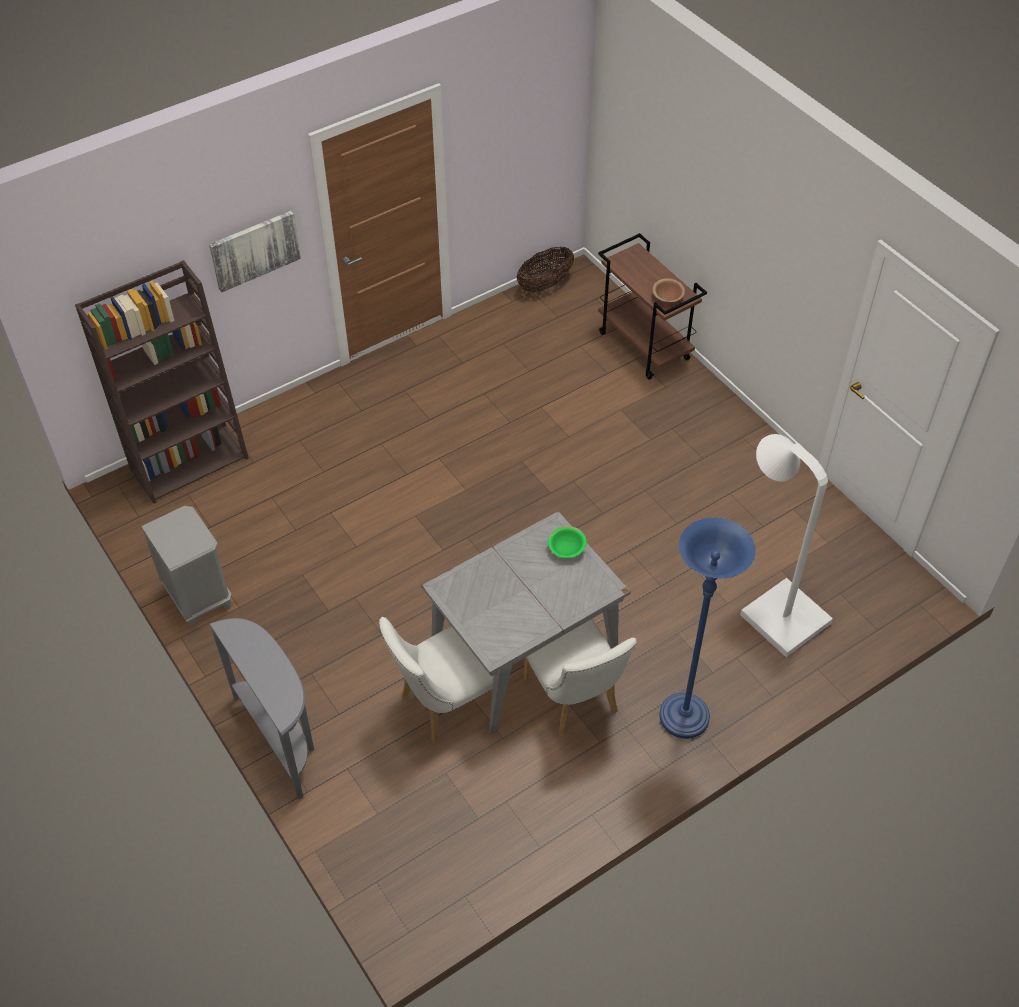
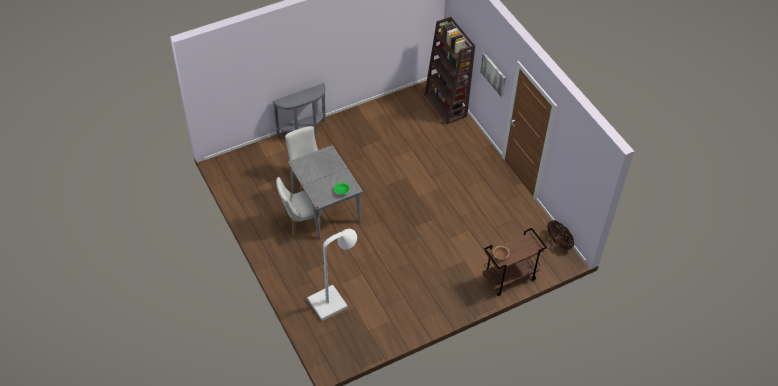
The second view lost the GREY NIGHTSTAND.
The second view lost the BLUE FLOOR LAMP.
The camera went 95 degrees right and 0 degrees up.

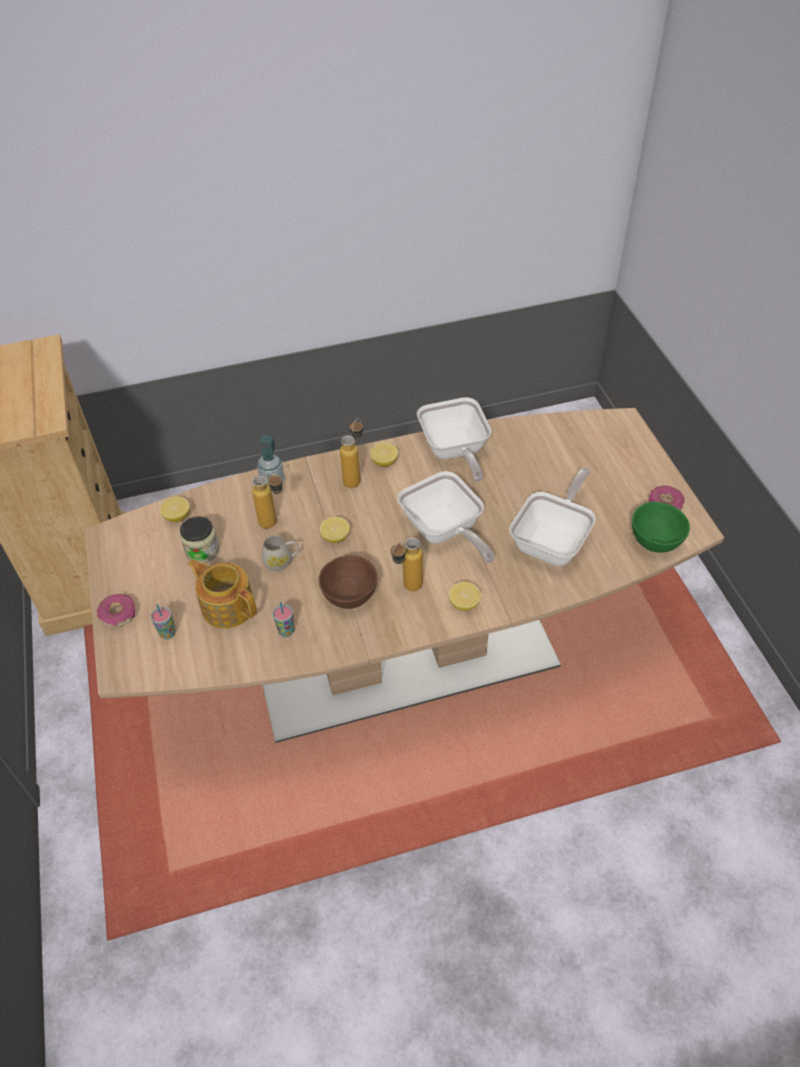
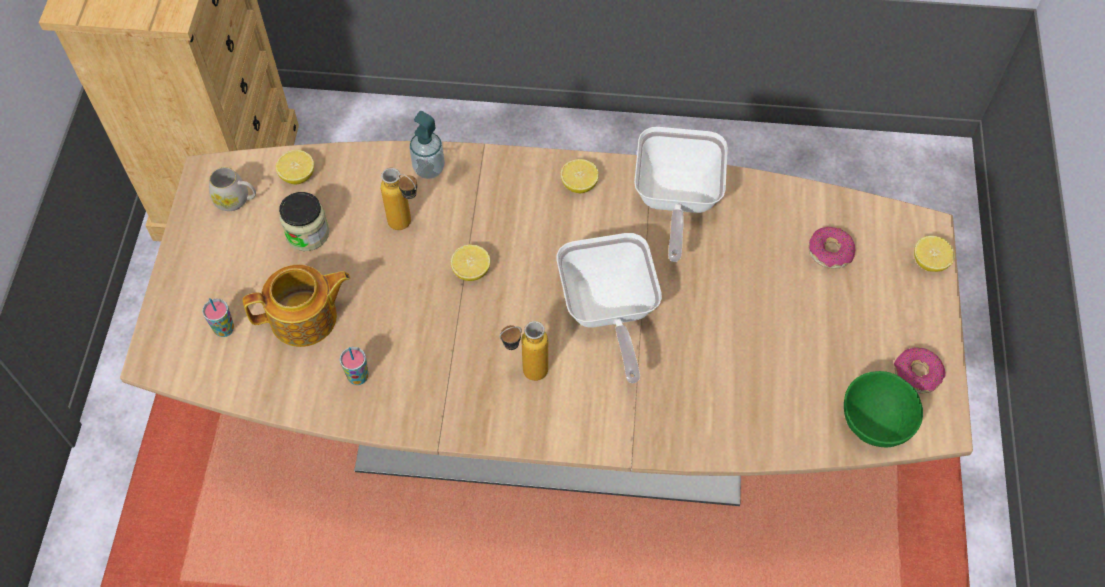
The second view lost the BOTTLE (no. 2 from left).
The second view lost the FRYING PAN (no. 3 from left).
The WHITE MUG ended up elsewhere.
The second view lost the BROWN BOWL.
The TEAPOT ended up facing another way, 105 degrees clockwise from before.
The LEMON (no. 4 from left) ended up elsewhere.
The DONUT (no. 1 from left) ended up elsewhere.
The camera went 20 degrees right and 10 degrees up.

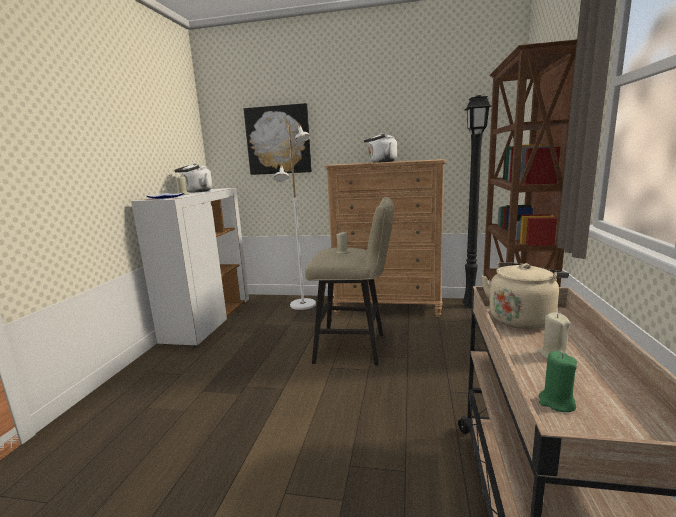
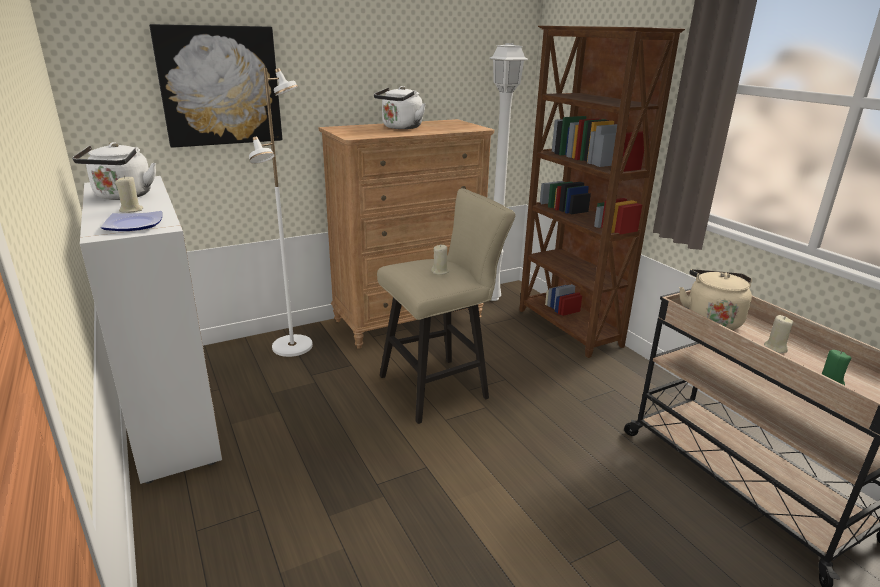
What was the BLACK FLOOR LAMP turned into the WHITE FLOOR LAMP (no. 2 from left).
The camera went 40 degrees left and 10 degrees up.

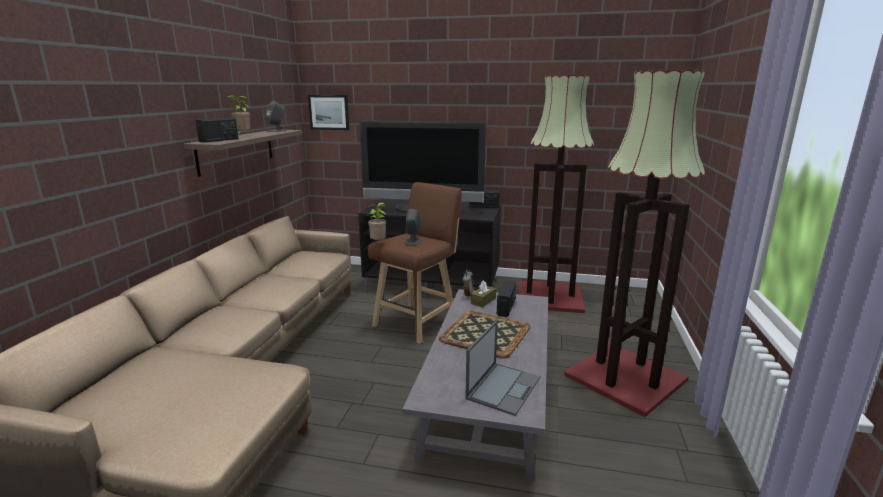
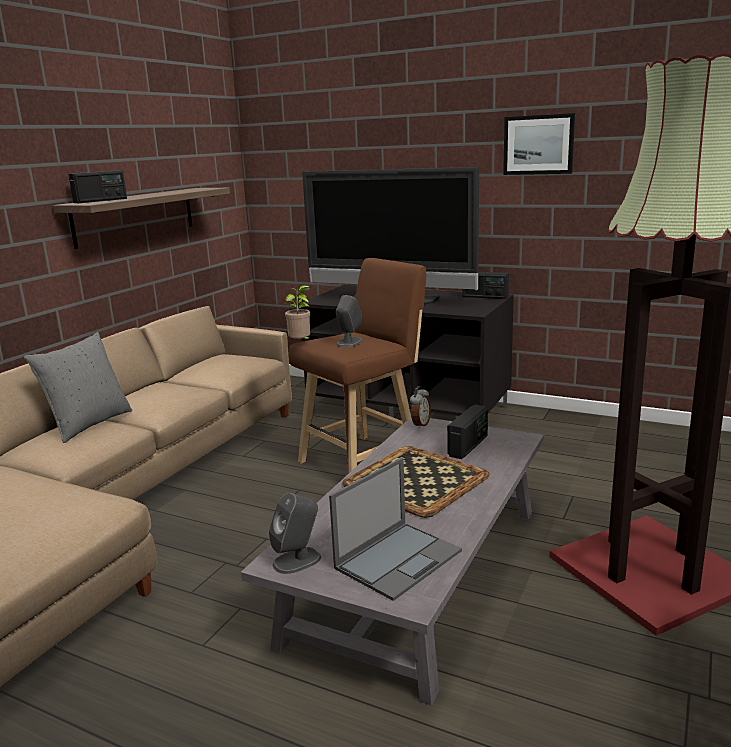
The second view lost the FLOOR LAMP (no. 1 from left).
The second view lost the POTTED PLANT (no. 1 from left).
The PICTURE ended up elsewhere.
The GREY SPEAKER (no. 1 from left) ended up elsewhere.
The second view lost the BROWN TISSUE BOX.
The second view gained the GREY PILLOW.
The camera went 15 degrees right and 0 degrees up.

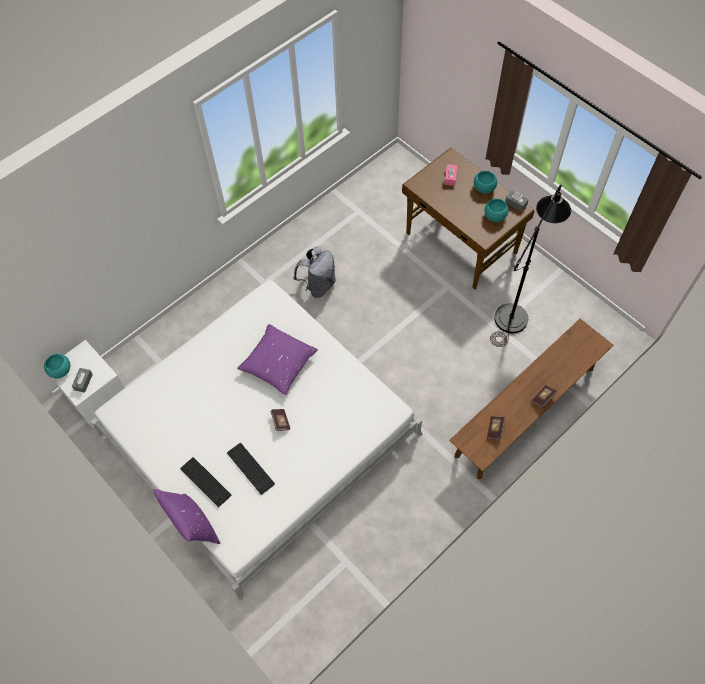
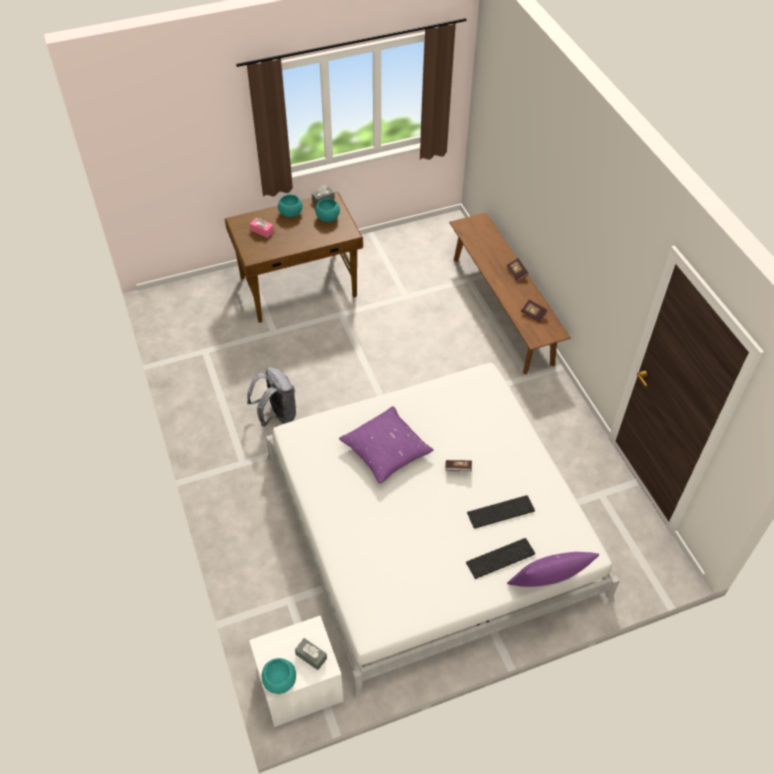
The second view lost the BLACK FLOOR LAMP.
The camera went 70 degrees left and 10 degrees down.

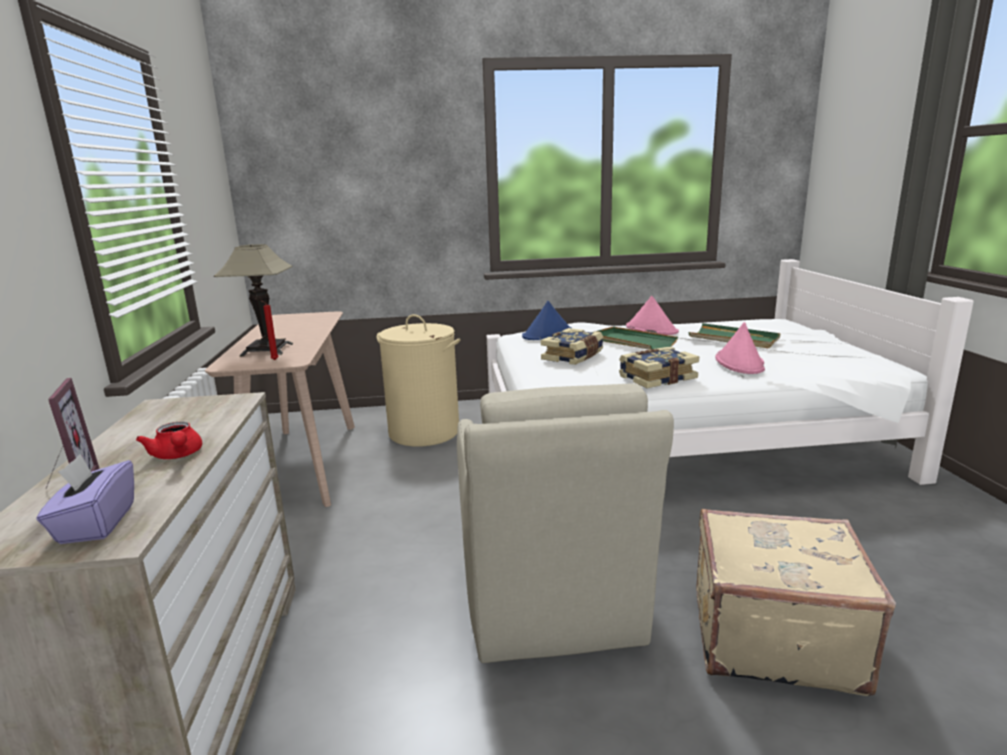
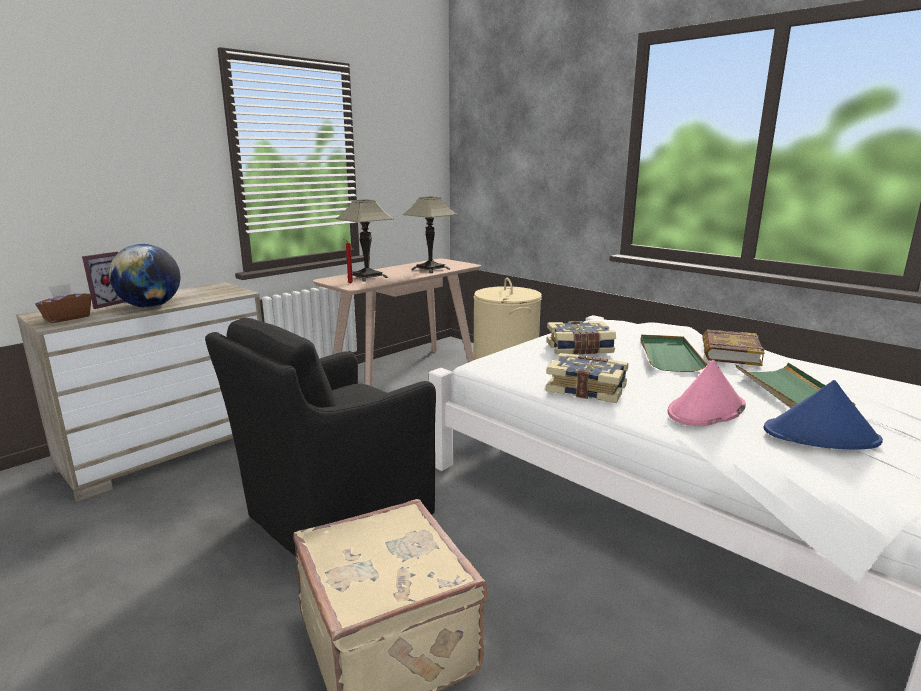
Where the PINK HAT (no. 1 from left) stood, the BOOK (no. 3 from left) came to stand.
The BLUE HAT ended up elsewhere.
What was the BEIGE ARMCHAIR turned into the BLACK ARMCHAIR.
Where the RED TEAPOT stood, the GLOBE came to stand.
What was the PURPLE TISSUE BOX turned into the BROWN TISSUE BOX.
The second view gained the TABLE LAMP (no. 2 from left).
The camera went 50 degrees right and 0 degrees up.

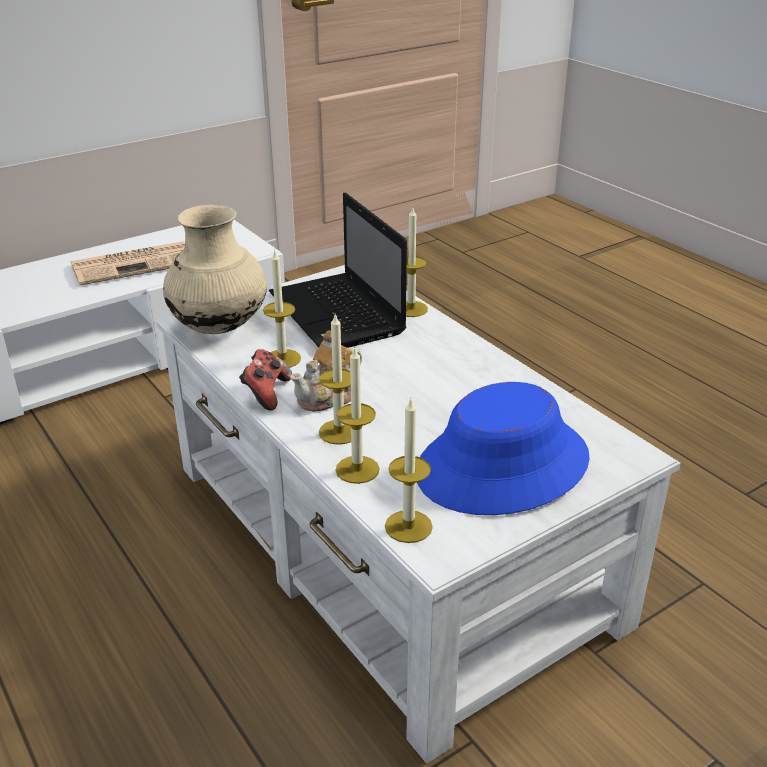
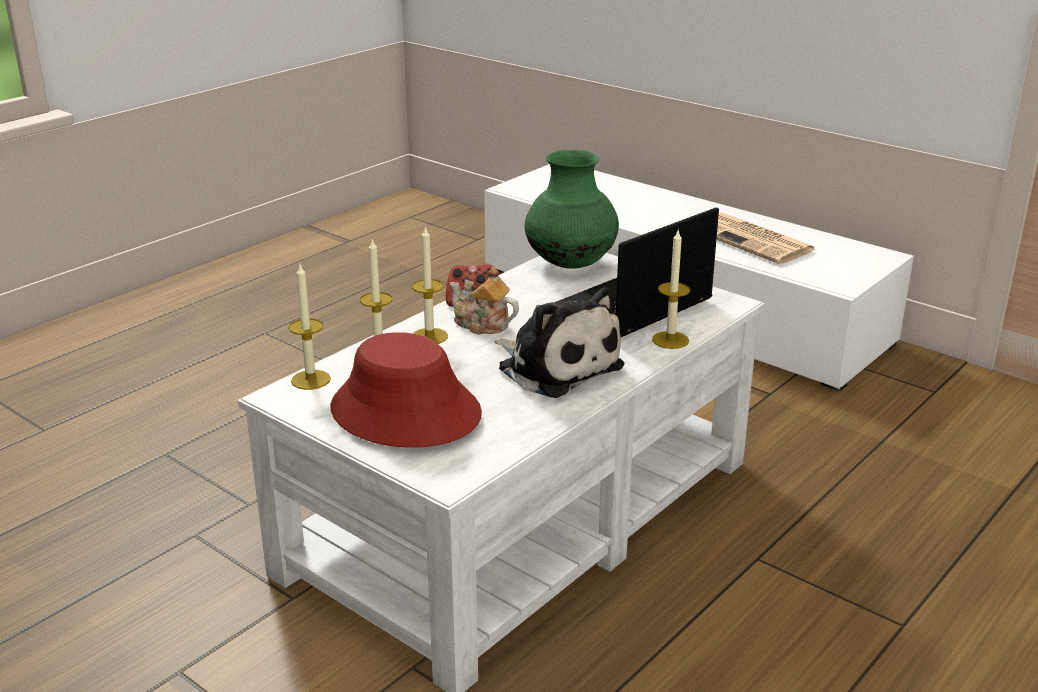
What was the BEIGE VASE turned into the GREEN VASE.
The second view lost the CANDLE (no. 1 from left).
What was the BLUE HAT turned into the RED HAT.
The second view gained the PLUSH TOY.
The camera went 75 degrees right and 5 degrees down.

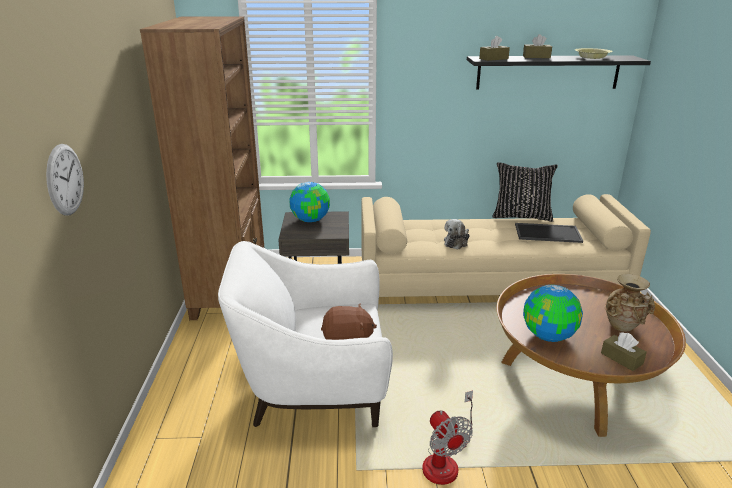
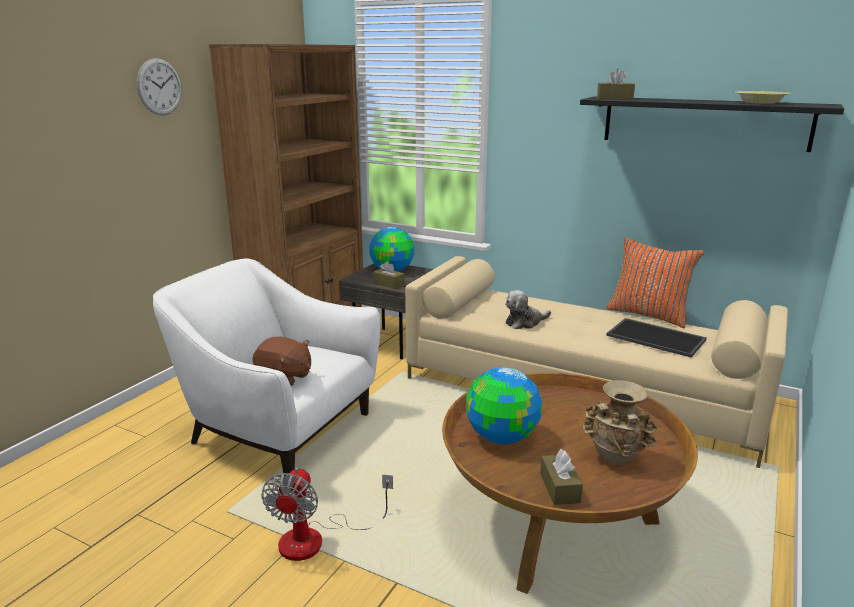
The BROWN TISSUE BOX (no. 2 from left in the first image) ended up elsewhere.
The WALL CLOCK ended up elsewhere.
What was the BLACK PILLOW turned into the ORANGE PILLOW.
The camera went 30 degrees right and 5 degrees down.

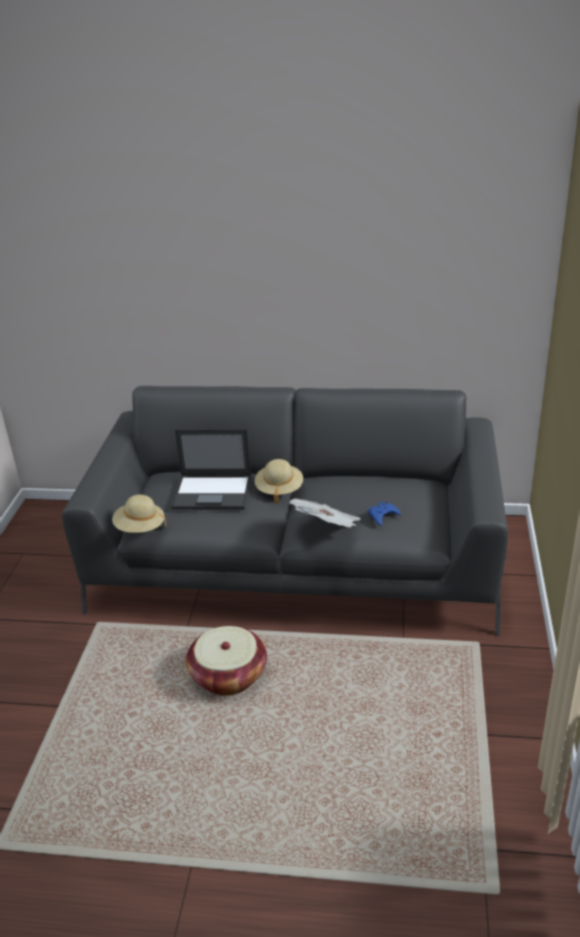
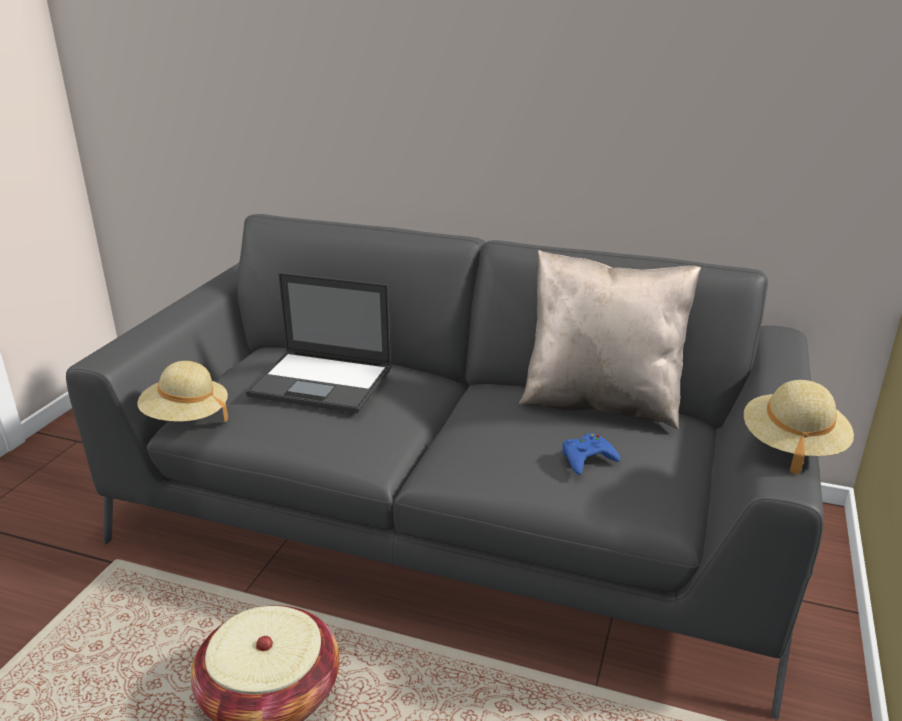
The BEIGE HAT (no. 2 from left) ended up elsewhere.
The second view lost the NEWSPAPER.
The second view gained the BEIGE PILLOW.
The camera went 10 degrees right and 5 degrees down.

